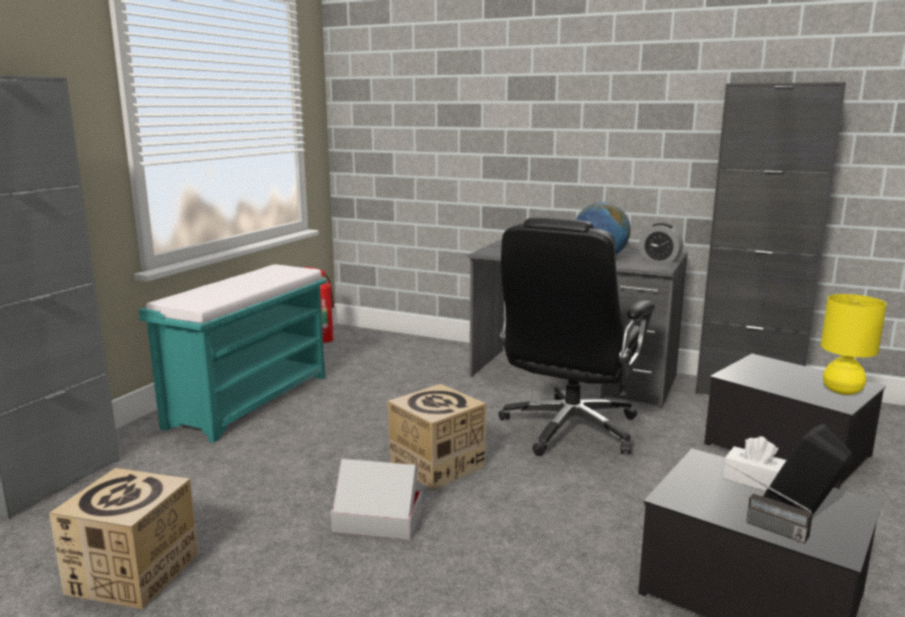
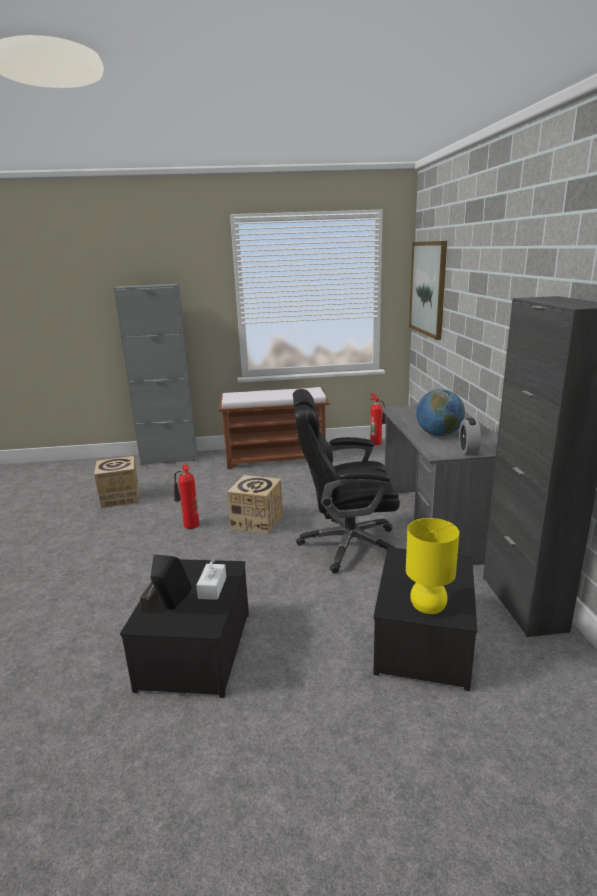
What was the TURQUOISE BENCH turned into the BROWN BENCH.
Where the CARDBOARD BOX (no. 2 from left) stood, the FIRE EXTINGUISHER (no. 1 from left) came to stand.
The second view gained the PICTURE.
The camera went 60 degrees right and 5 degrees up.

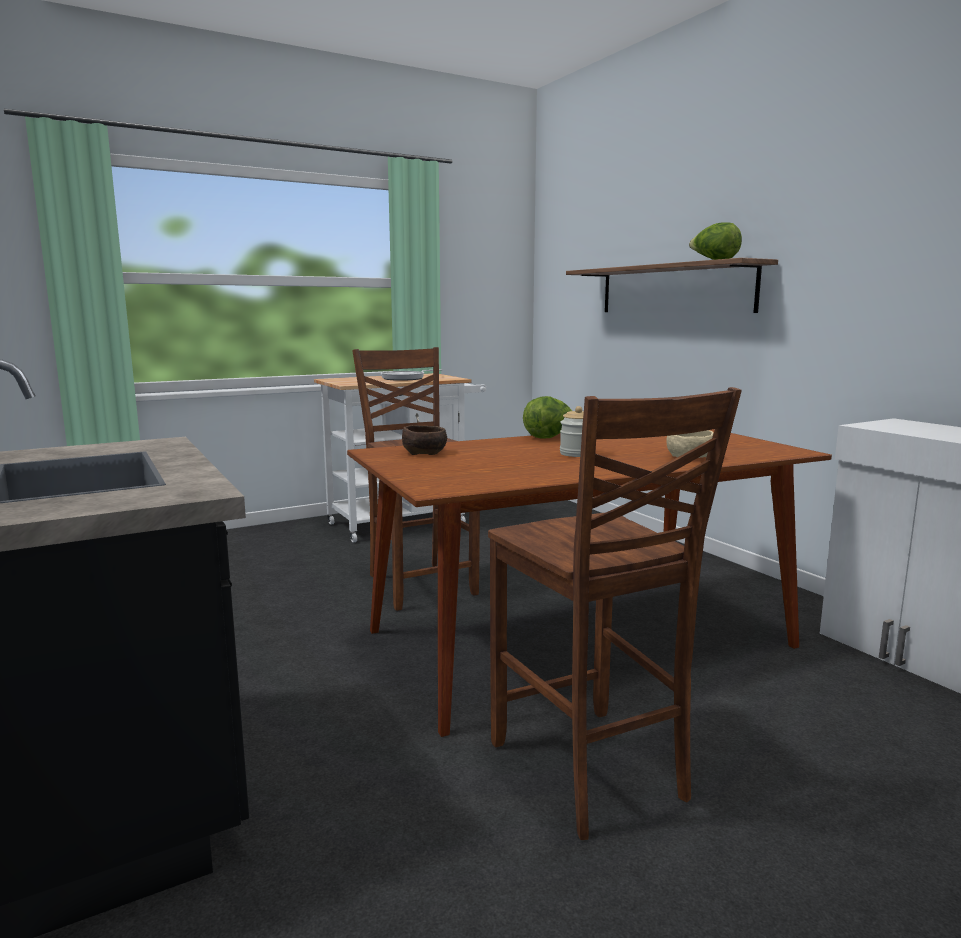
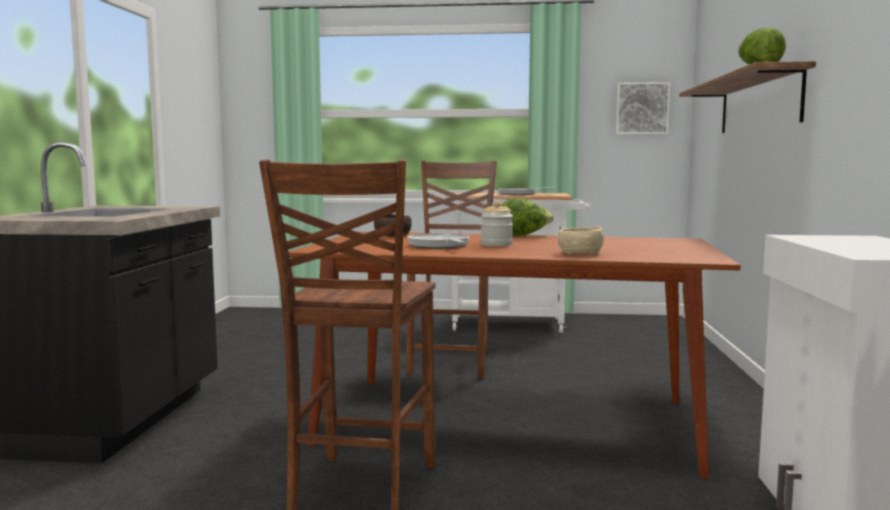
The second view gained the PICTURE.
The second view gained the FRYING PAN (no. 1 from left).
The camera went 35 degrees right and 5 degrees down.

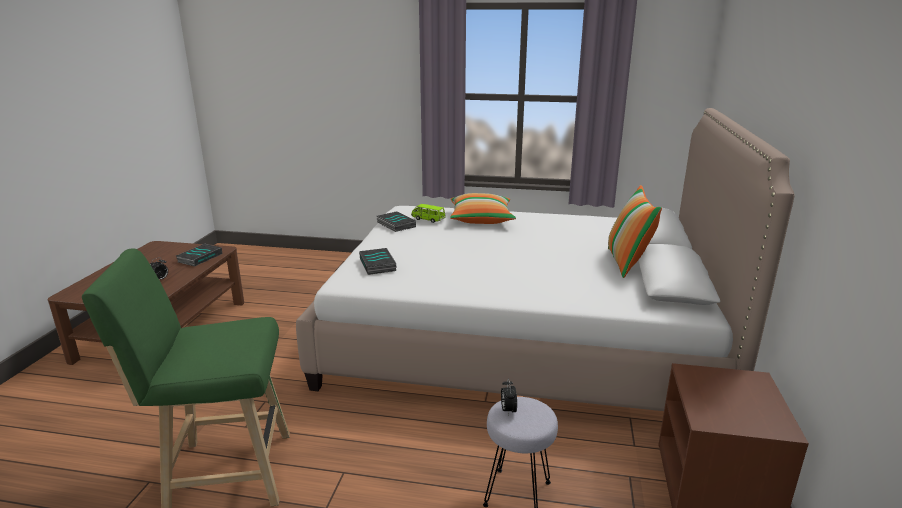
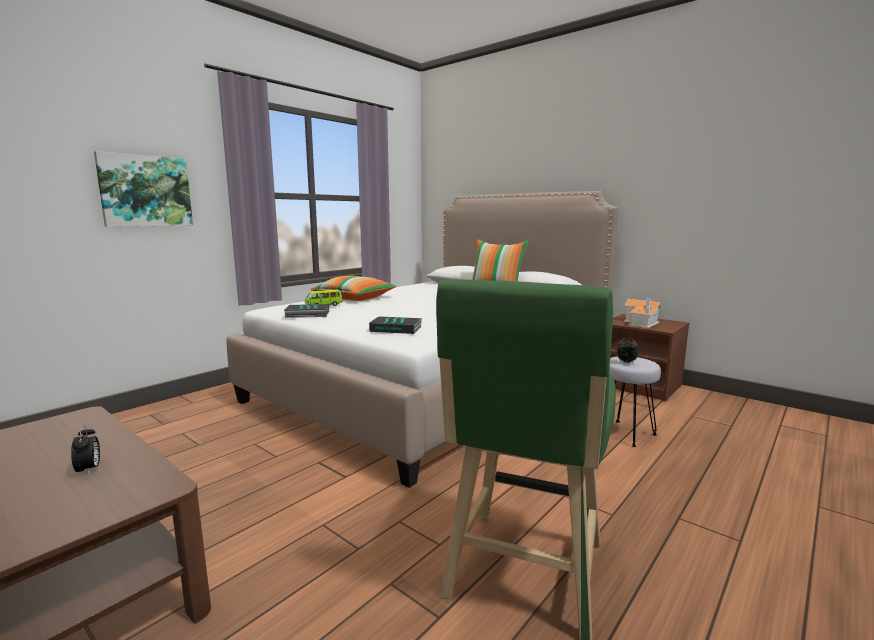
The second view lost the BOOK (no. 1 from left).
The second view gained the PICTURE.
The second view gained the TOY HOUSE.
The camera went 60 degrees left and 10 degrees down.

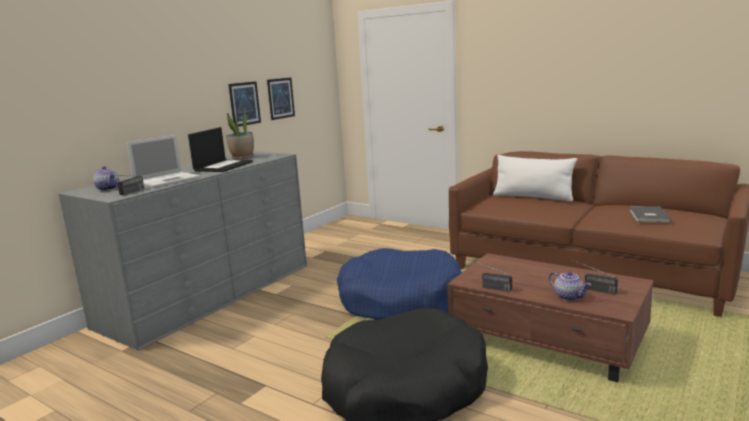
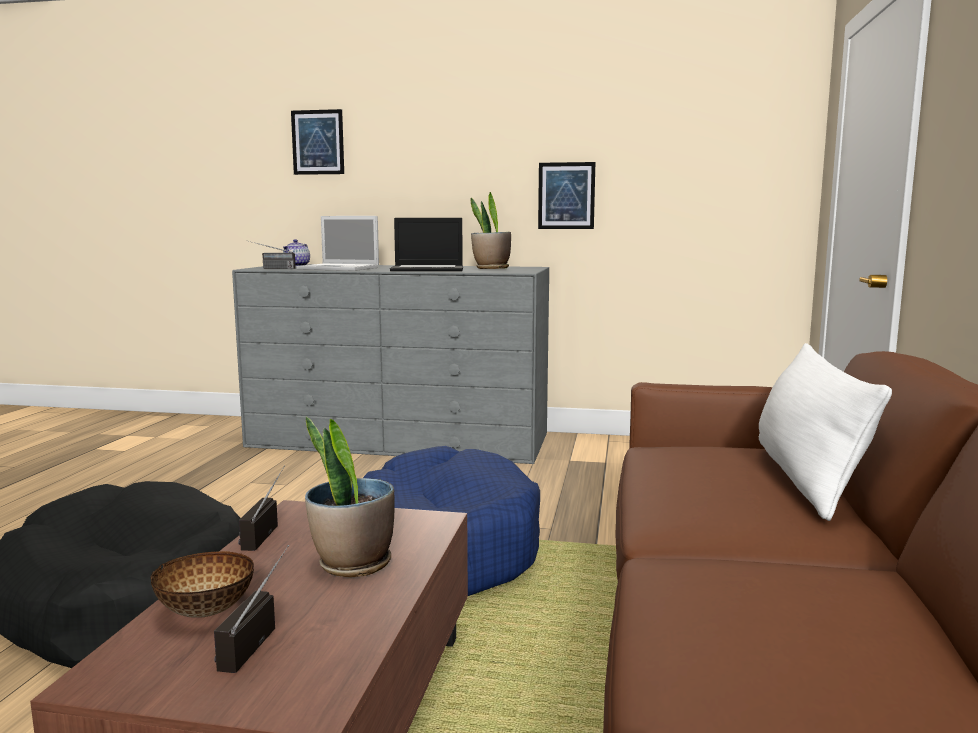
The PICTURE (no. 2 from left in the first image) ended up elsewhere.
The second view lost the GREY BOOK.
Where the TEAPOT (no. 2 from left) stood, the BOWL came to stand.
The second view gained the POTTED PLANT (no. 1 from left).
The camera went 65 degrees right and 5 degrees down.

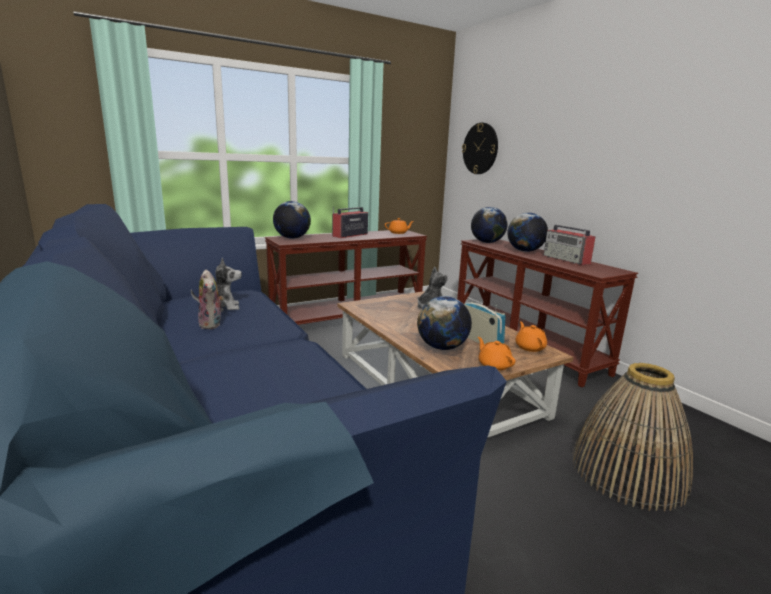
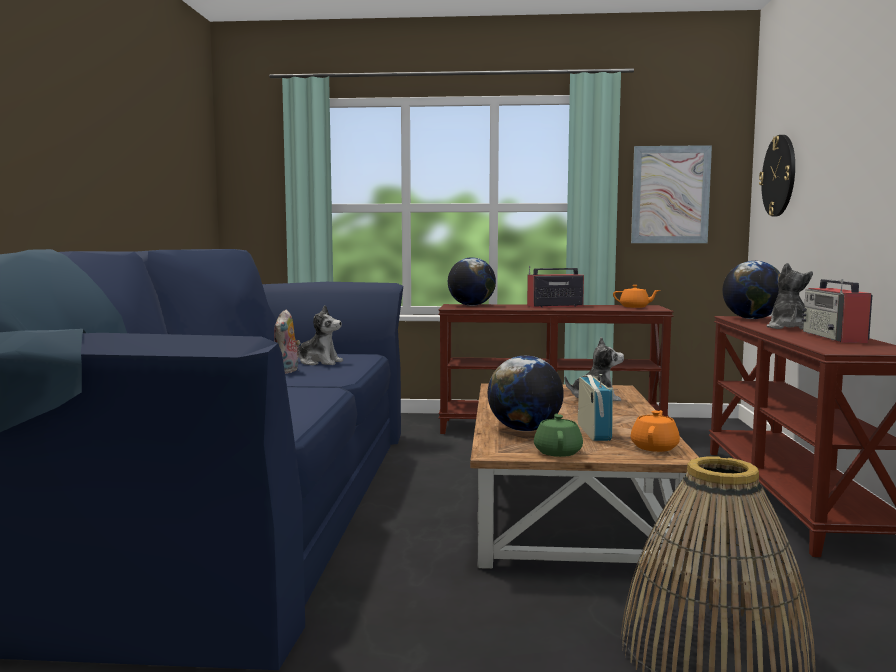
Where the GLOBE (no. 4 from left) stood, the PLUSH TOY (no. 4 from left) came to stand.
What was the ORANGE TEAPOT (no. 2 from left) turned into the GREEN TEAPOT.
The second view gained the PICTURE.
The camera went 35 degrees right and 10 degrees down.

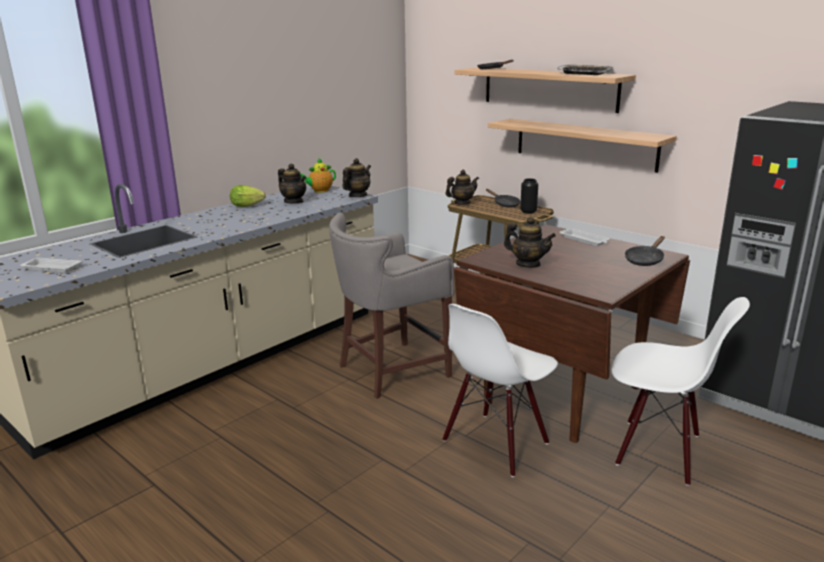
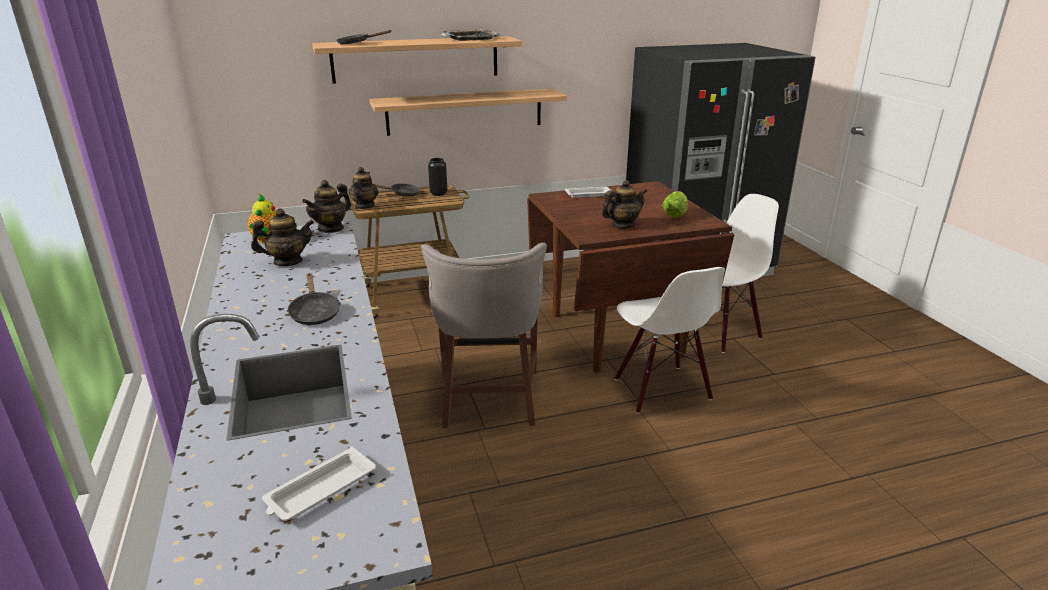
The TEAPOT (no. 3 from left) ended up facing another way, 120 degrees counterclockwise from before.
The LETTUCE ended up elsewhere.
The BLACK FRYING PAN (no. 3 from left in the first image) ended up elsewhere.
The camera went 60 degrees left and 5 degrees up.

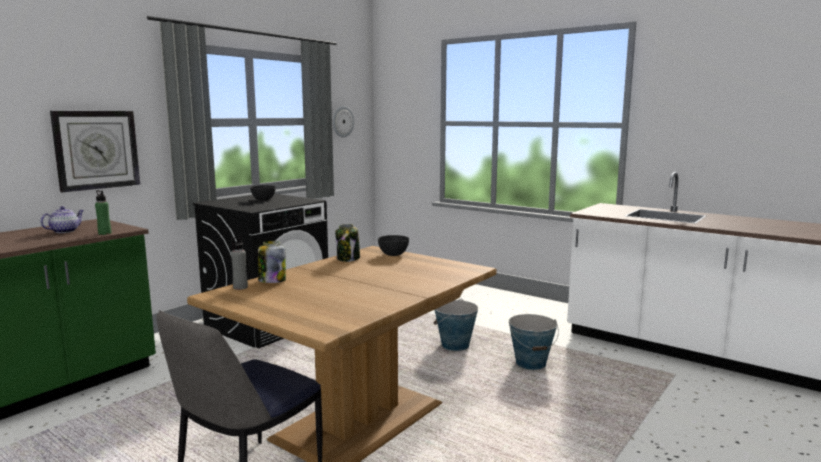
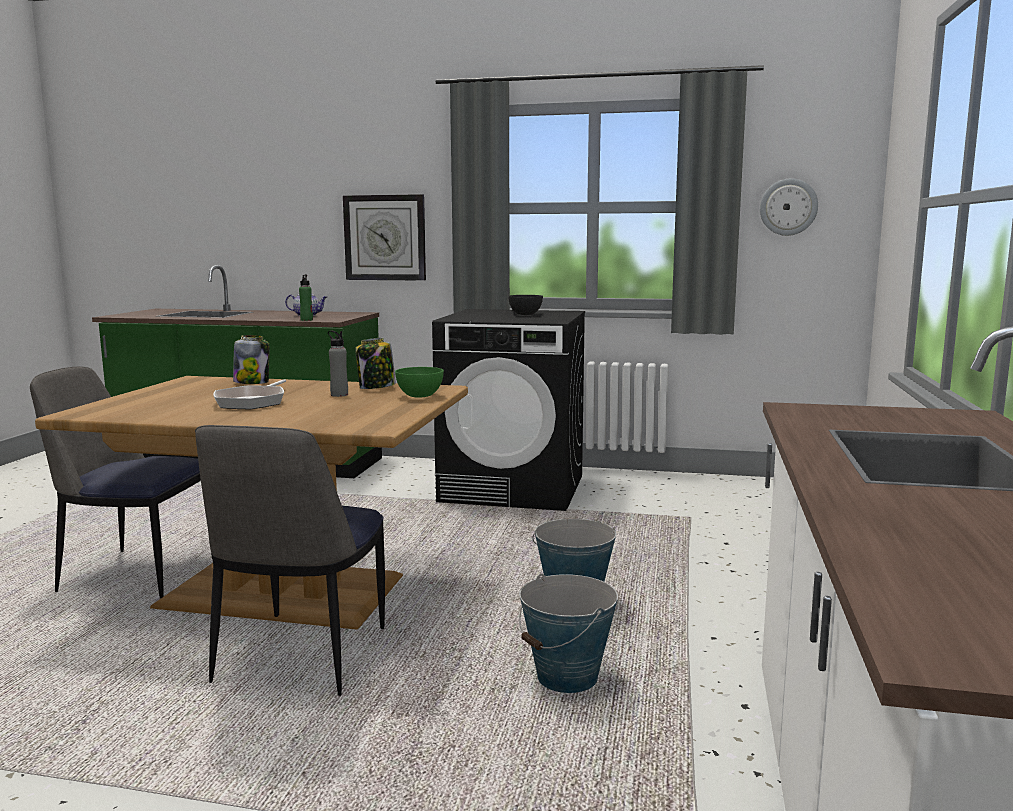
What was the GREY BOWL (no. 2 from left) turned into the GREEN BOWL.
The GREY BOTTLE ended up elsewhere.
The second view gained the FRYING PAN.
The second view gained the CHAIR (no. 2 from left).
The camera went 65 degrees right and 0 degrees up.

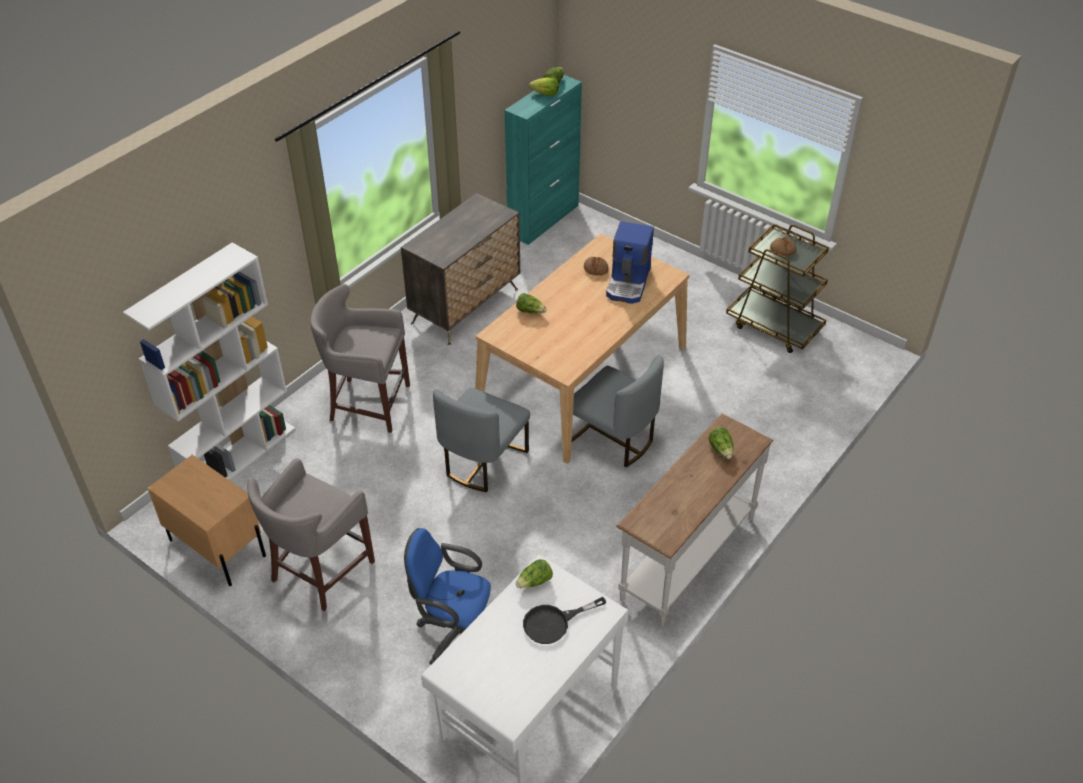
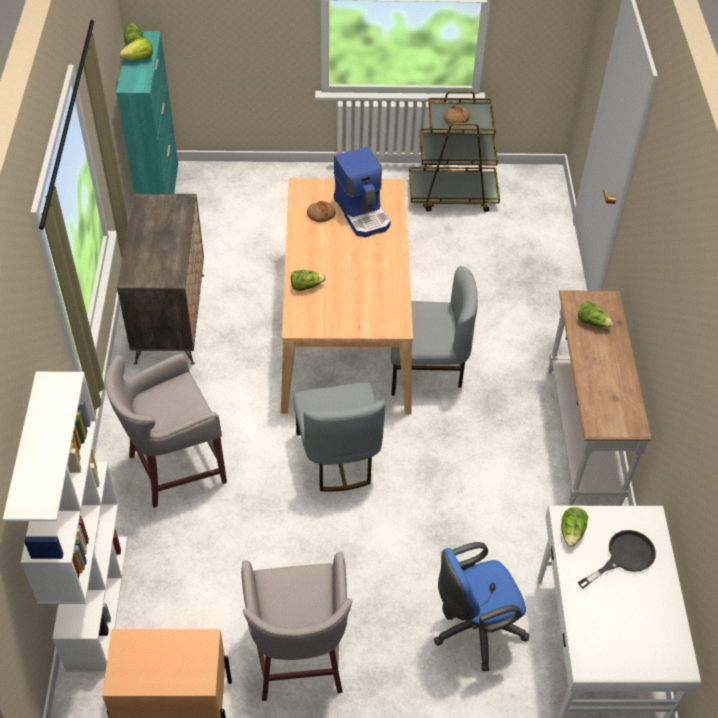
The BLACK FRYING PAN ended up facing another way, 150 degrees counterclockwise from before.
The camera went 40 degrees left and 5 degrees up.

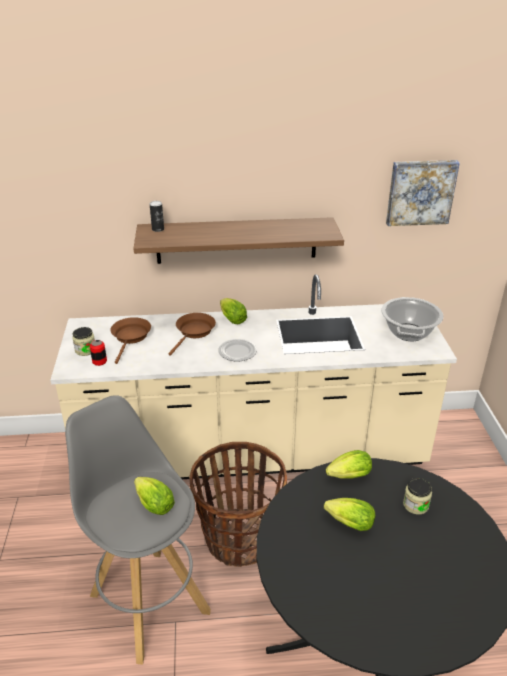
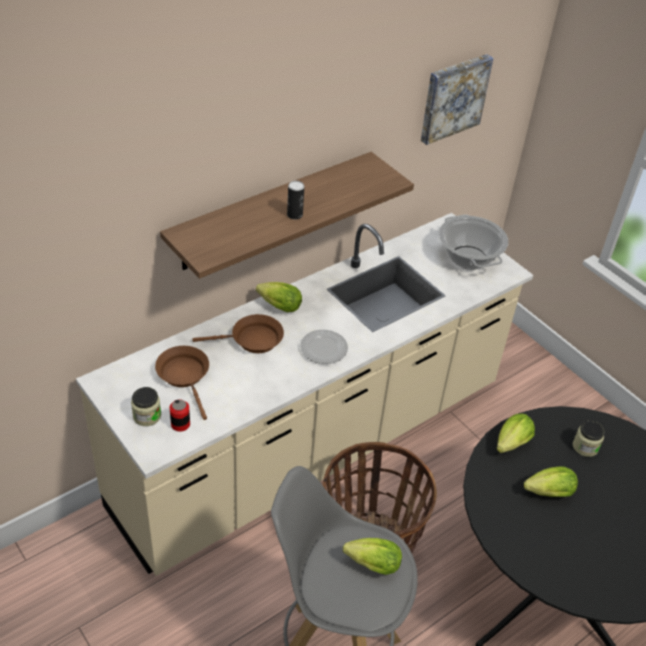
The CAN (no. 2 from left) ended up elsewhere.
The BROWN FRYING PAN (no. 2 from left) ended up facing another way, 90 degrees clockwise from before.
The camera went 35 degrees left and 10 degrees up.

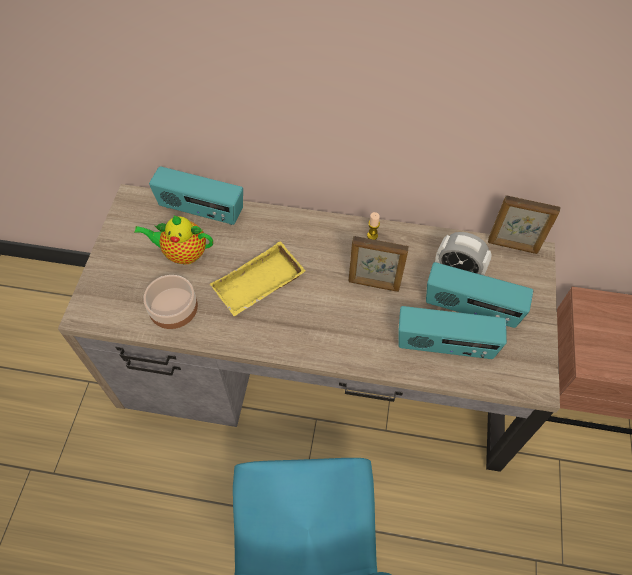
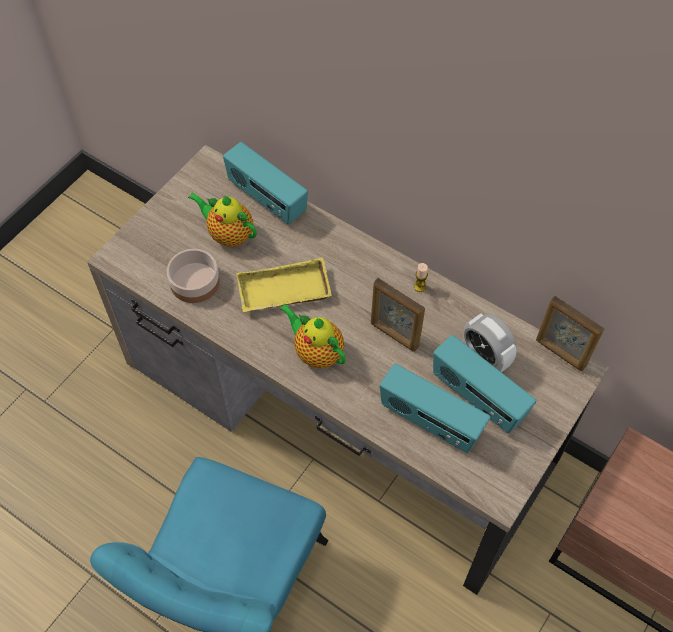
The second view gained the TEAPOT (no. 2 from left).
The camera went 25 degrees right and 0 degrees up.

